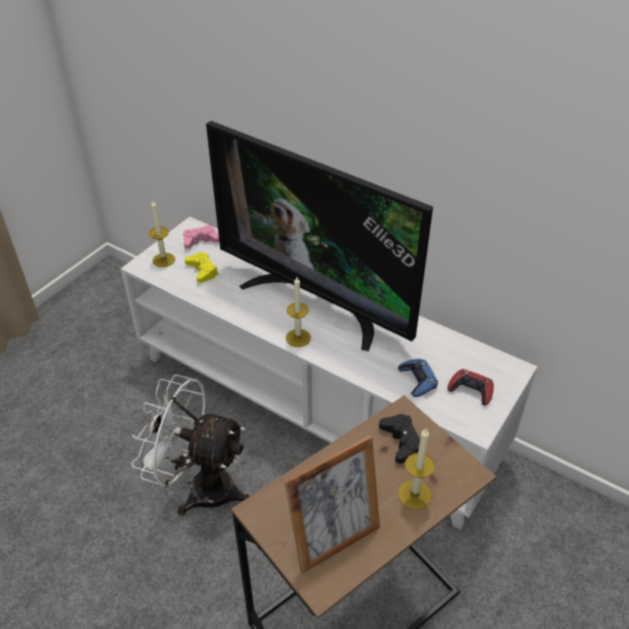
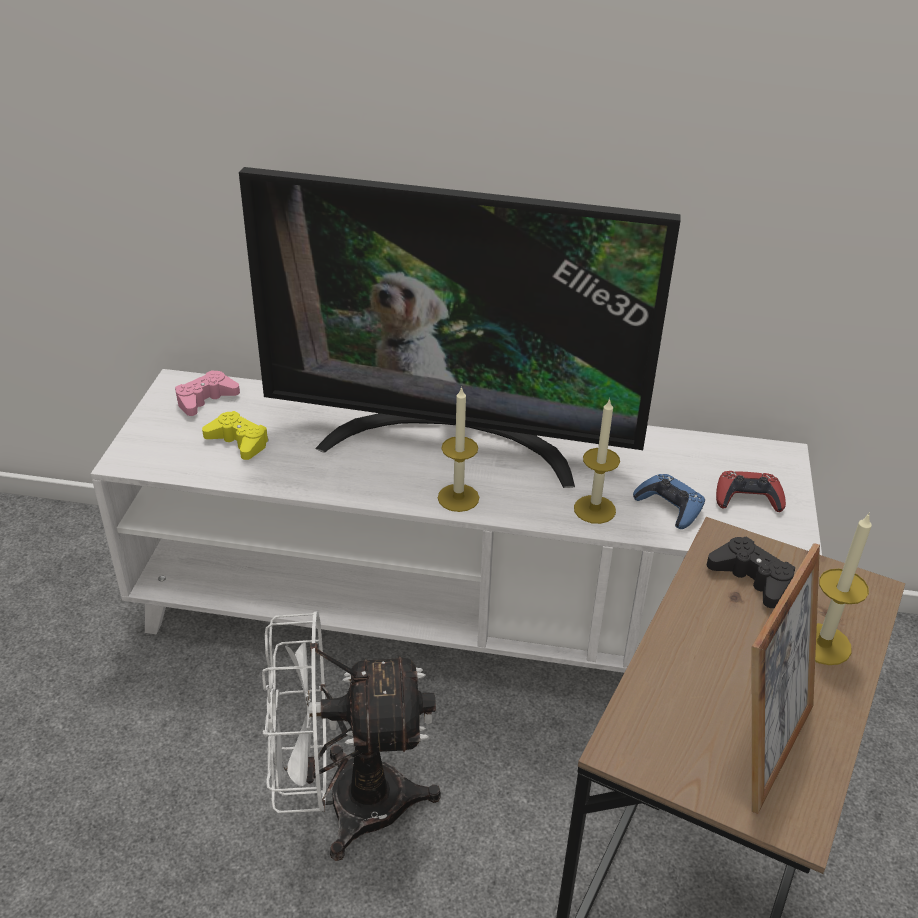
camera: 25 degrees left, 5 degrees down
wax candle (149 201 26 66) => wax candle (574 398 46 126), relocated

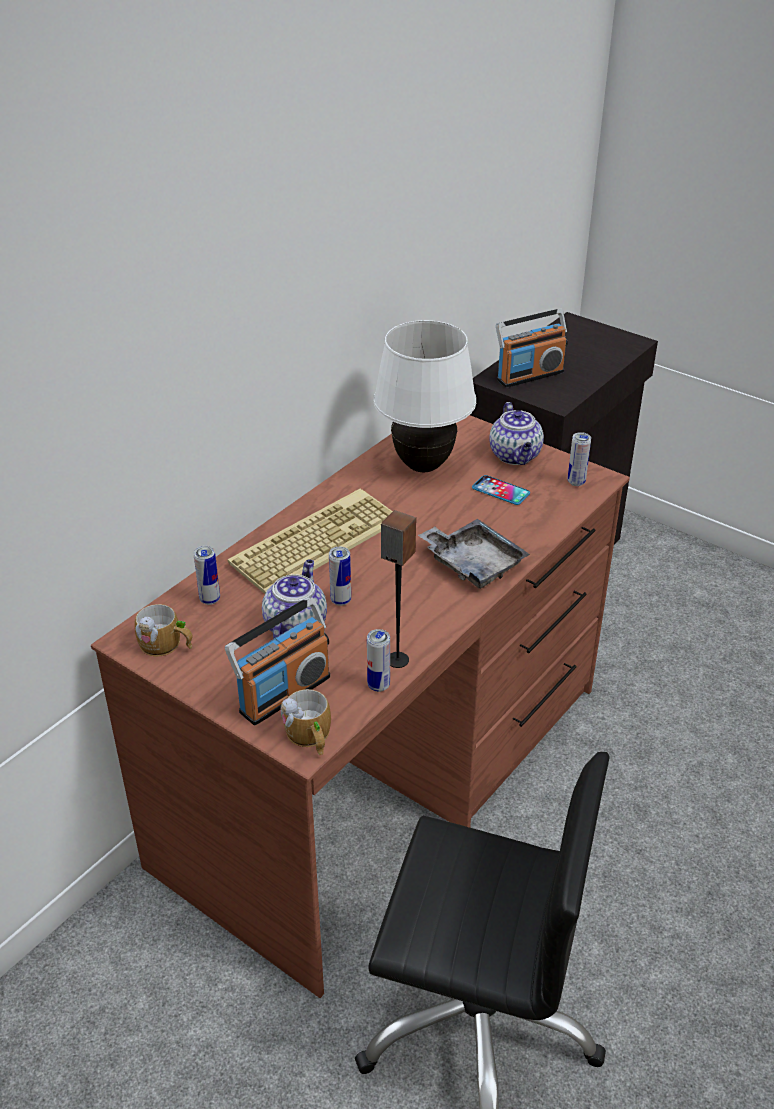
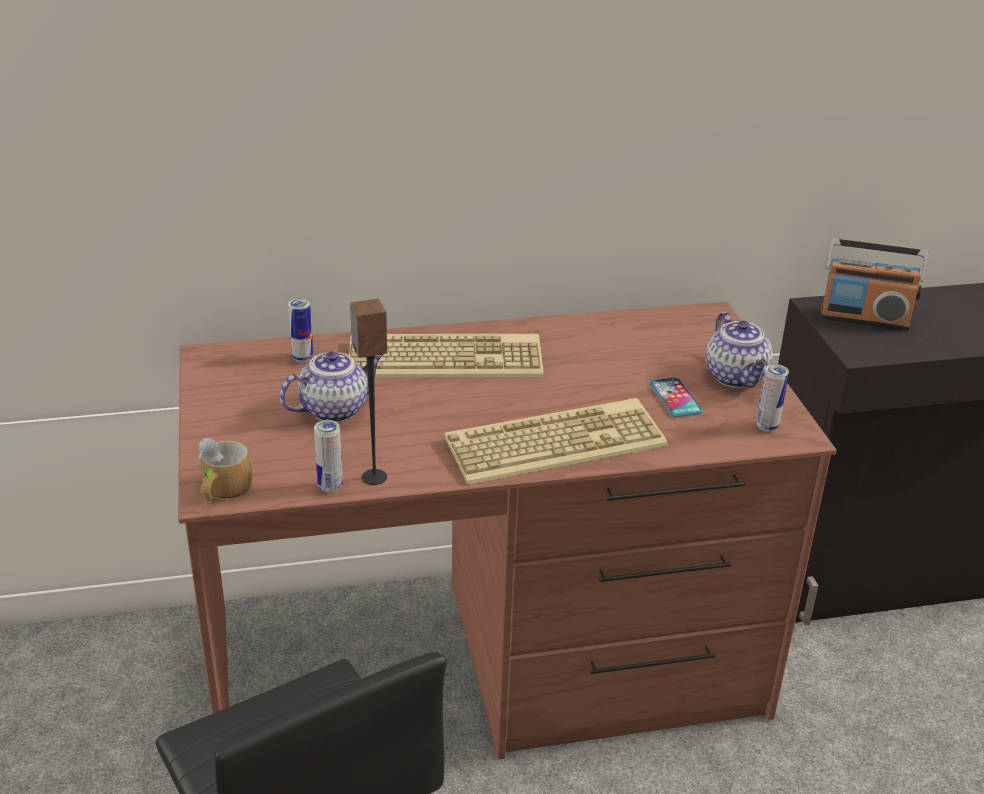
camera: 40 degrees right, 5 degrees down
carrying tray (grey) (418 519 112 70) => computer keyboard (444 398 224 87)
tea pot (489 402 55 63) => tea pot (706 312 67 76), 45 degrees counterclockwise
mug (135 604 58 53) => nothing
radio (225 597 105 128) => nothing
sealed can (329 547 22 59) => nothing
table lamp (white) (373 320 103 152) => nothing

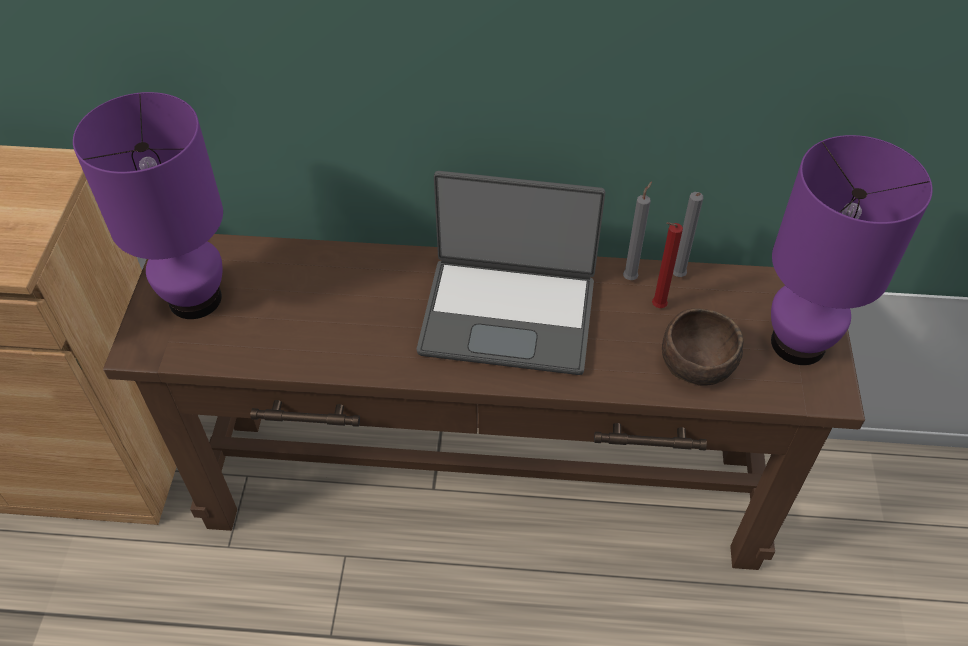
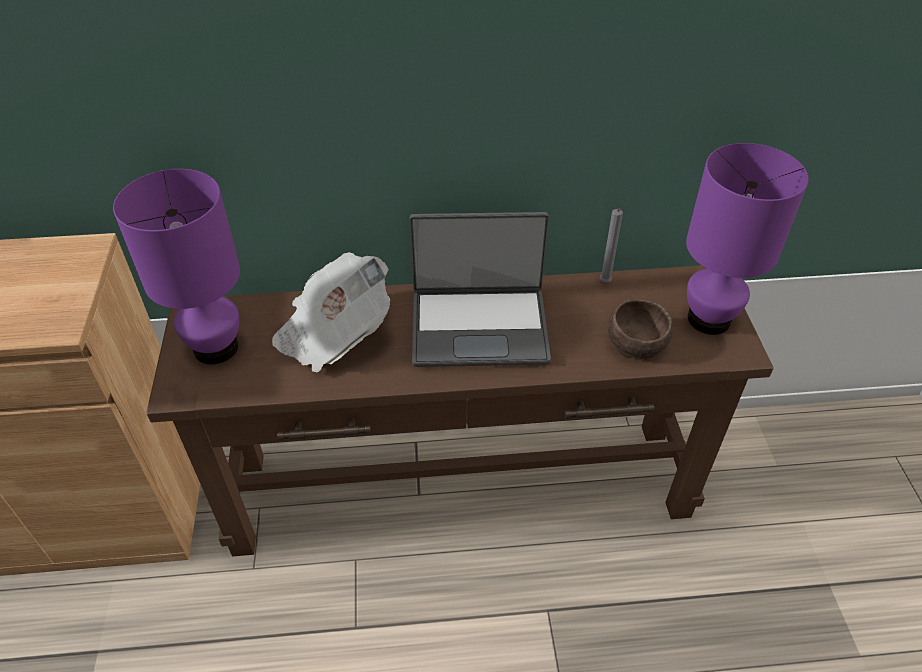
camera: 10 degrees left, 5 degrees down
nothing => printed paper (272 252 118 121)
wax candle (grey) (623 181 29 99) => nothing
wax candle (red) (652 222 31 86) => nothing

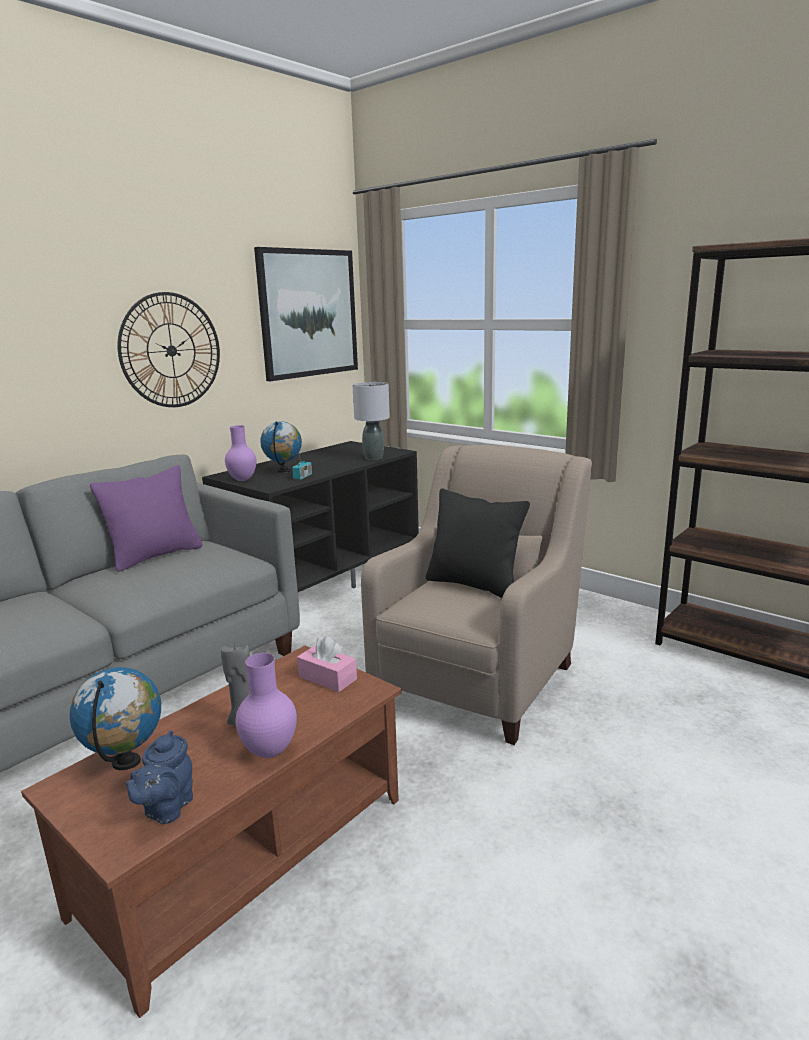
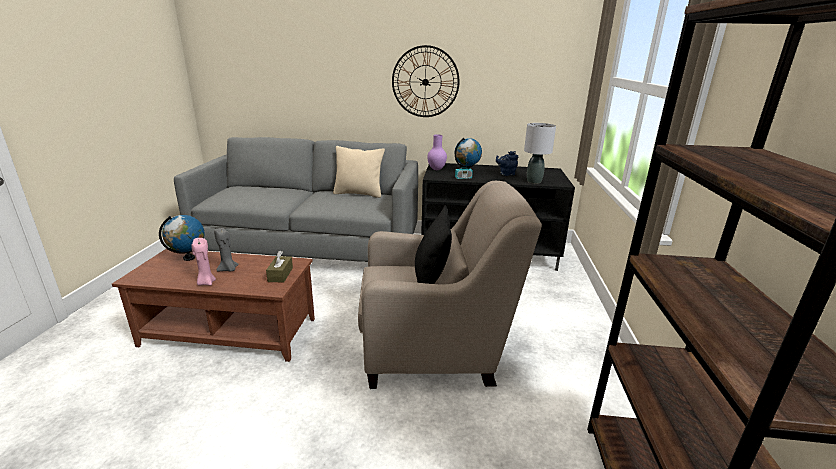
camera: 55 degrees right, 5 degrees up
decorative vase (purple-coloured) (236 653 61 105) => wax candle (pink-coloured) (191 238 25 48)
box of tissues (pink-coloured) (297 636 60 56) => box of tissues (brown-coloured) (266 251 27 31)
throw pillow (purple-coloured) (90 465 112 107) => throw pillow (beige) (333 146 52 52)
tea pot (bluish) (126 730 67 94) => tea pot (bluish) (496 151 22 25), relocated
wall art (254 247 104 134) => nothing

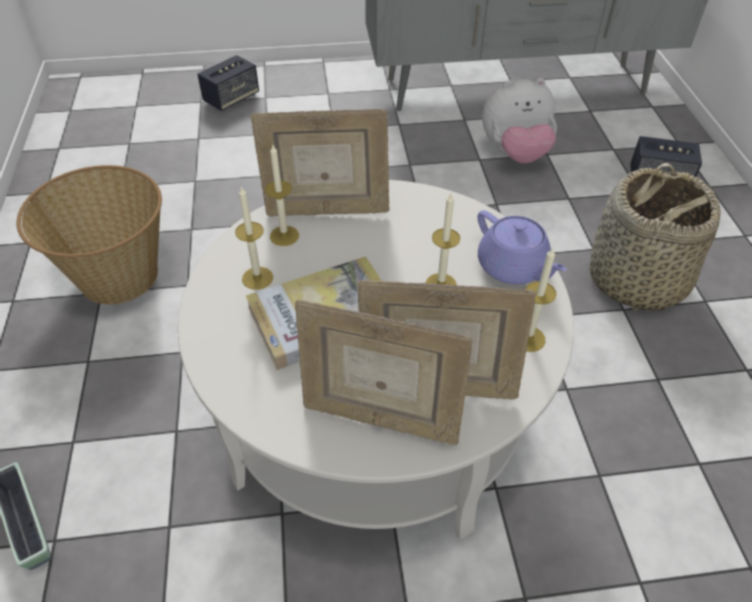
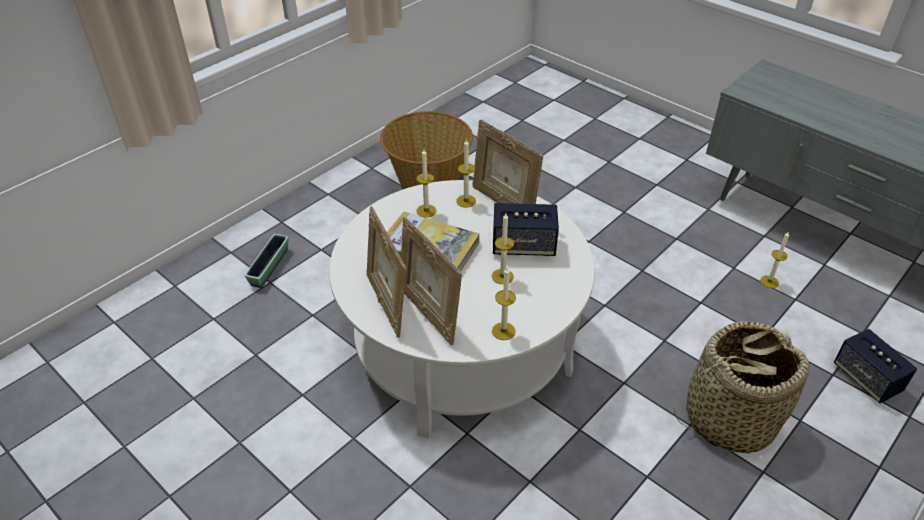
camera: 50 degrees right, 5 degrees down
speaker (197 55 62 56) => speaker (493 203 66 53), relocated
plush toy (482 78 75 85) => wax candle (760 231 29 57)
tea pot (purple-coloured) (478 210 89 74) => nothing

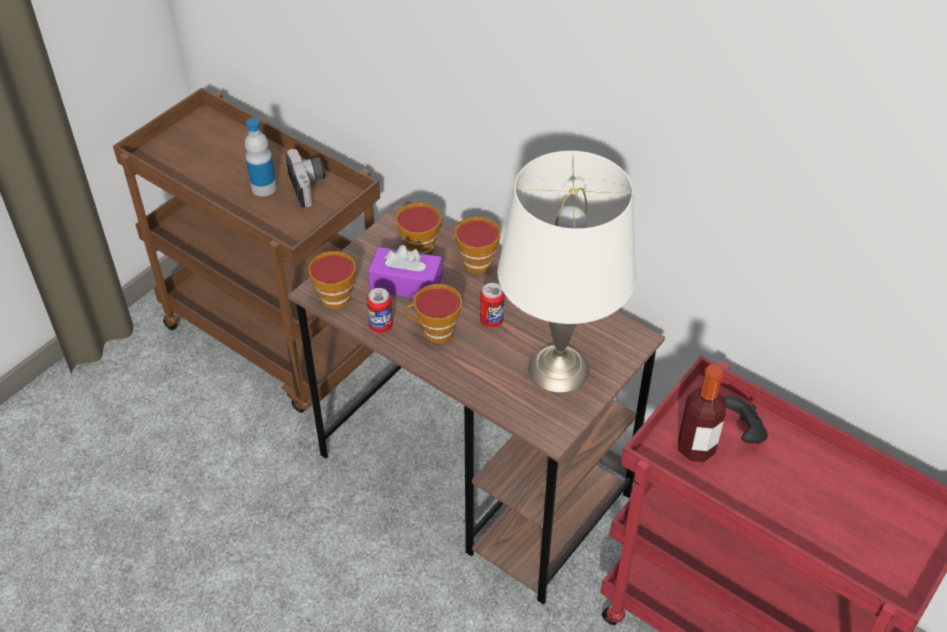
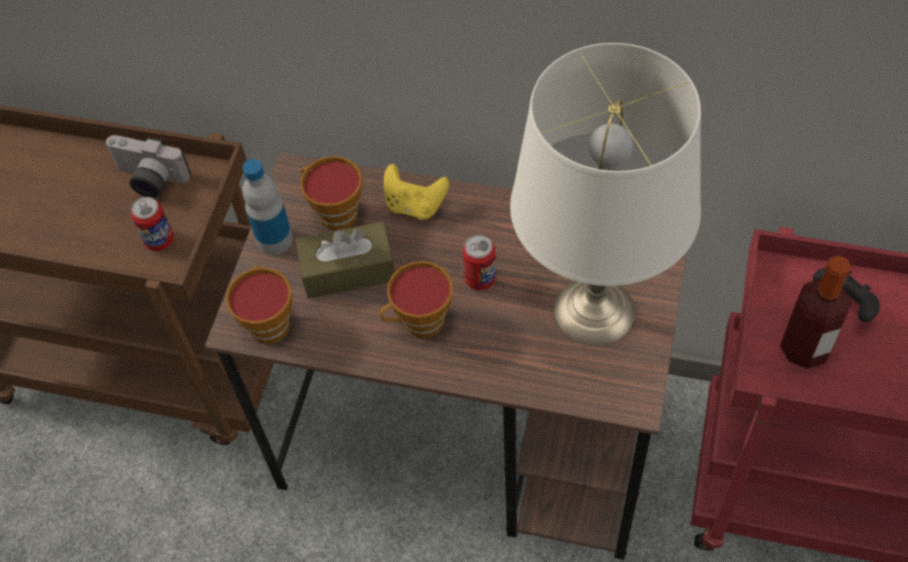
camera: 20 degrees left, 10 degrees up
photo camera (286 149 39 58) => photo camera (105 135 86 63), 150 degrees clockwise
sealed can (367 288 26 45) => sealed can (131 197 43 54), relocated
bottle (245 118 32 79) => bottle (242 159 51 96), relocated
box of tissues (purple-coloured) (368 245 75 53) => box of tissues (brown-coloured) (295 221 100 78)
drinking cup (455 217 46 56) => gamepad (yellow) (384 164 65 56)

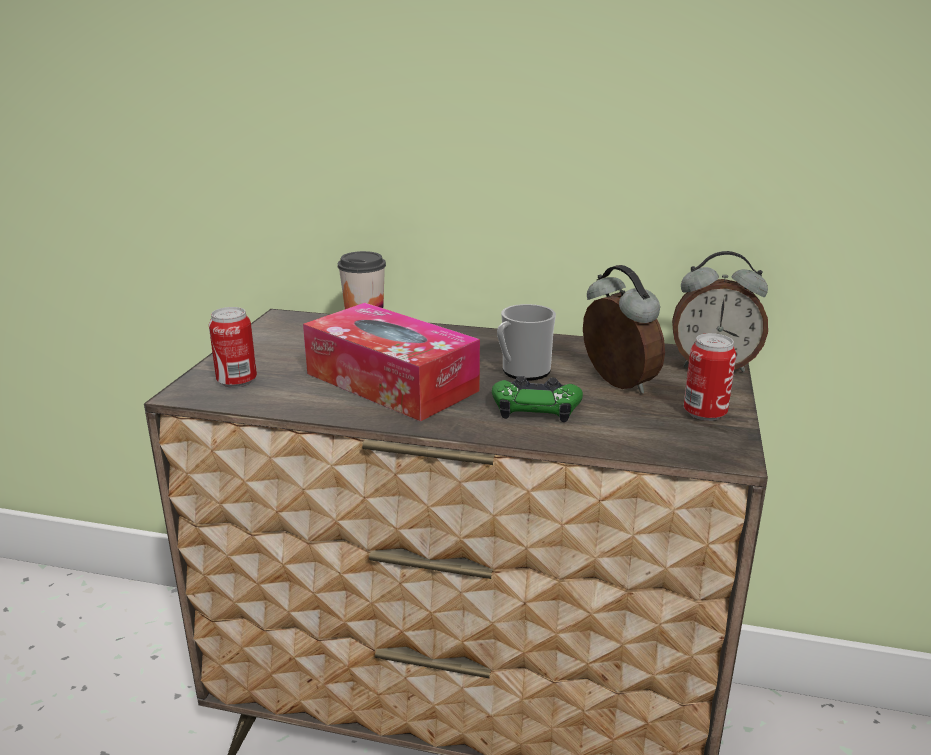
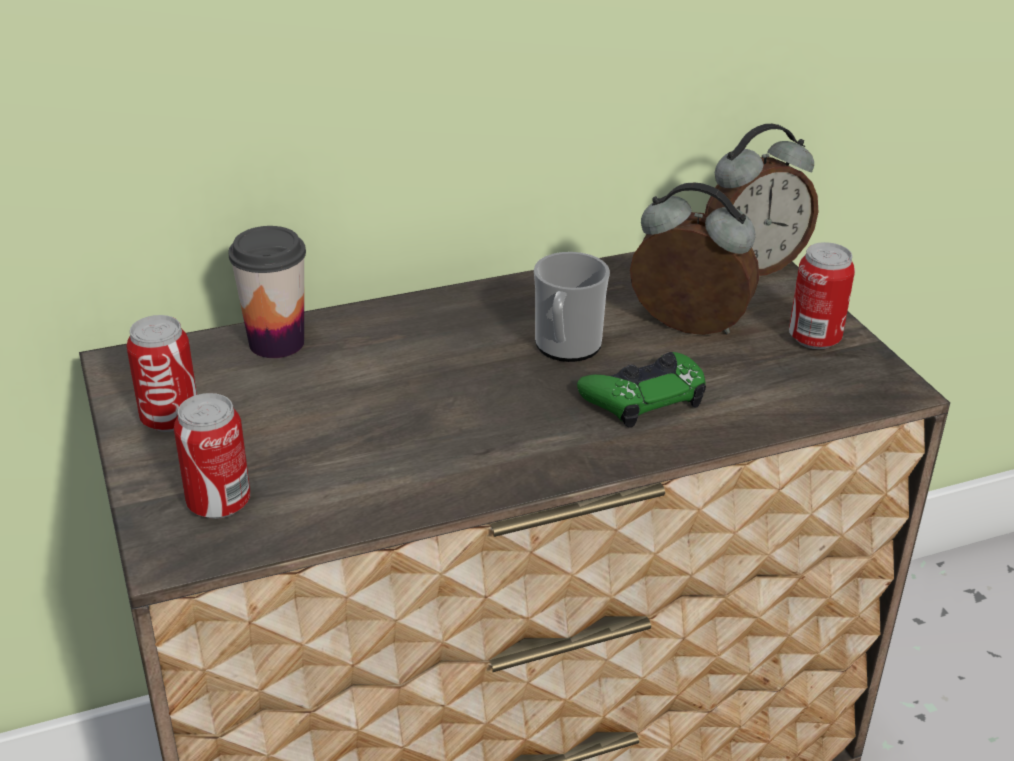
camera: 35 degrees left, 10 degrees up
nothing => sealed can (126 315 71 117)
box of tissues (303 303 177 118) => nothing

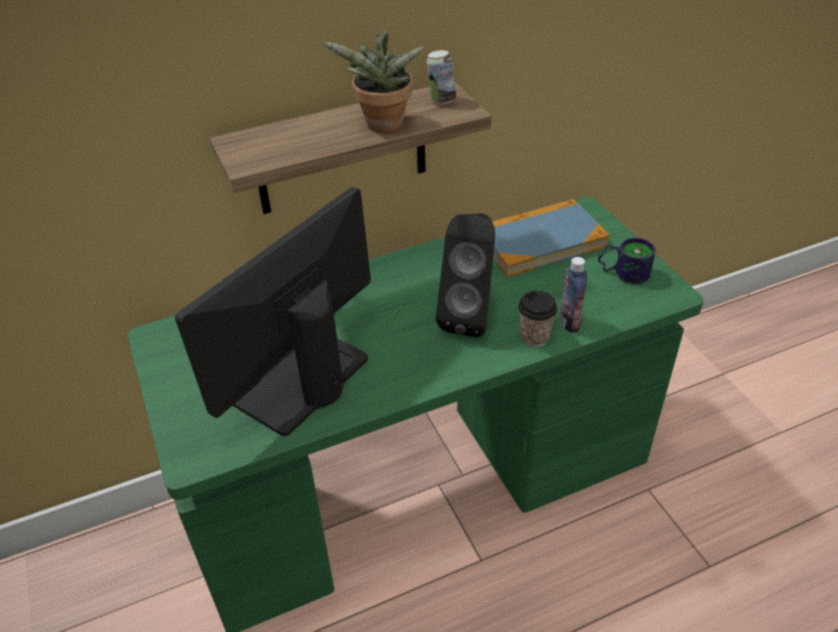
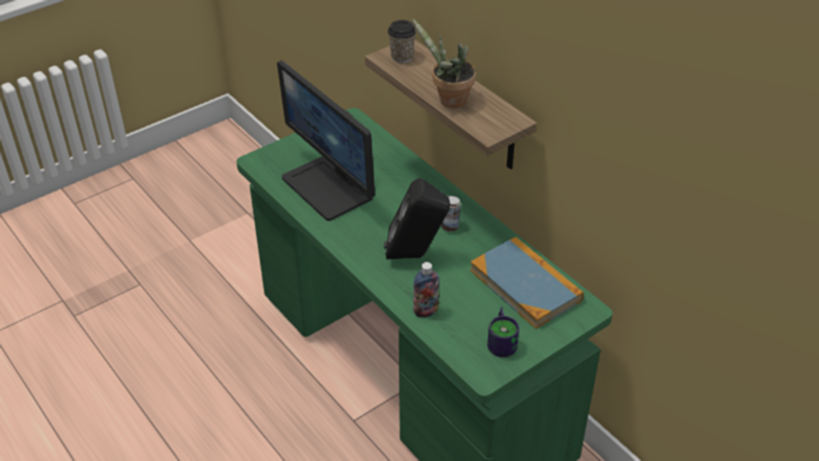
camera: 75 degrees right, 0 degrees up
monitor (175 187 196 249) => monitor (277 60 98 161), 150 degrees counterclockwise
drinking cup (518 291 40 56) => drinking cup (388 20 28 43), relocated
sealed can (426 50 30 54) => sealed can (441 196 20 36), relocated

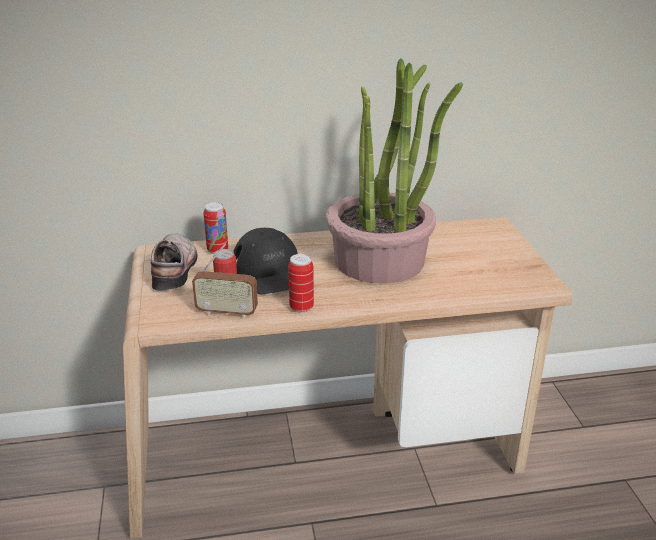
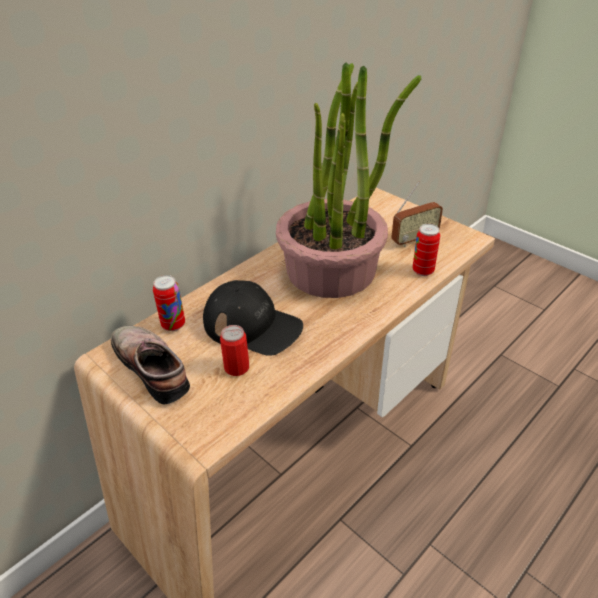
camera: 35 degrees left, 10 degrees up
radio (192 243 66 76) => radio (391 181 52 66), relocated
sealed can (288 254 26 59) => sealed can (412 224 28 52), relocated

